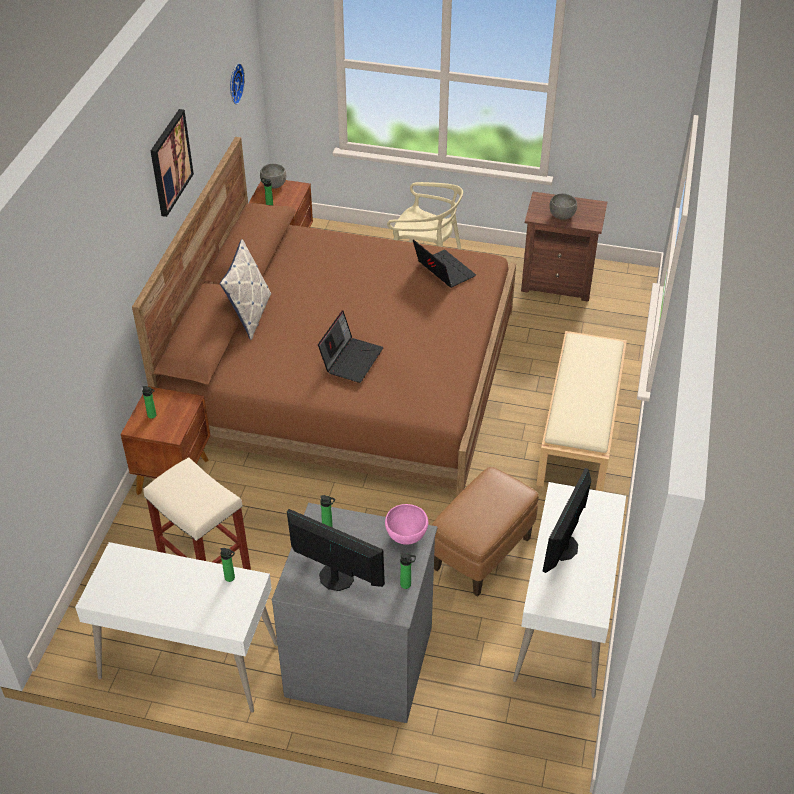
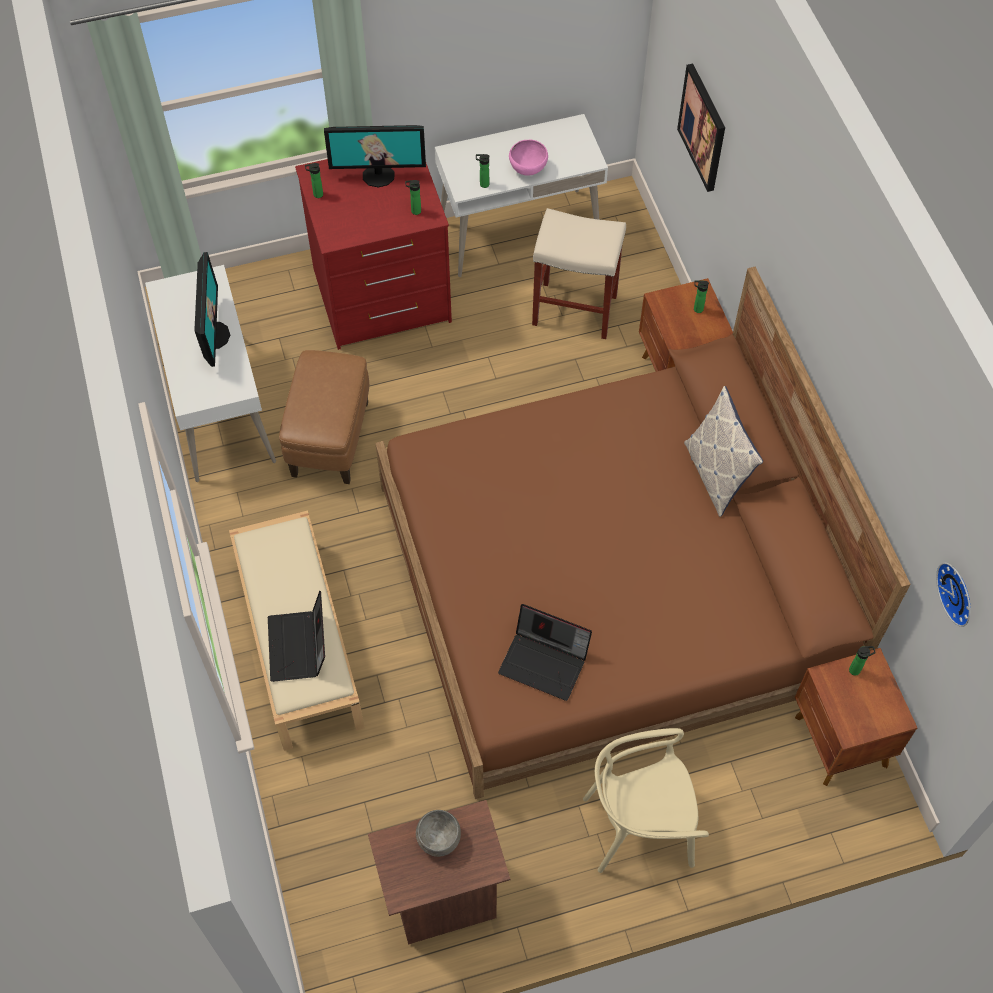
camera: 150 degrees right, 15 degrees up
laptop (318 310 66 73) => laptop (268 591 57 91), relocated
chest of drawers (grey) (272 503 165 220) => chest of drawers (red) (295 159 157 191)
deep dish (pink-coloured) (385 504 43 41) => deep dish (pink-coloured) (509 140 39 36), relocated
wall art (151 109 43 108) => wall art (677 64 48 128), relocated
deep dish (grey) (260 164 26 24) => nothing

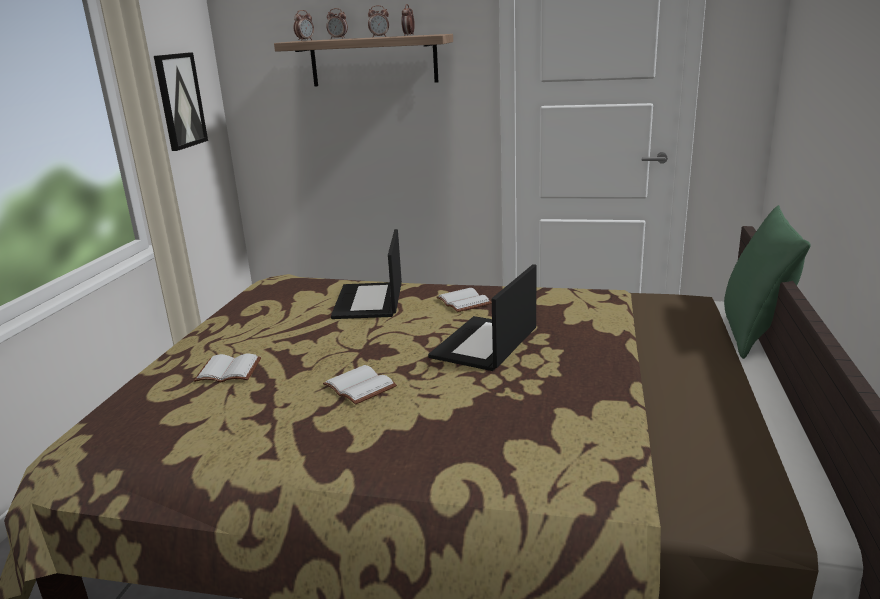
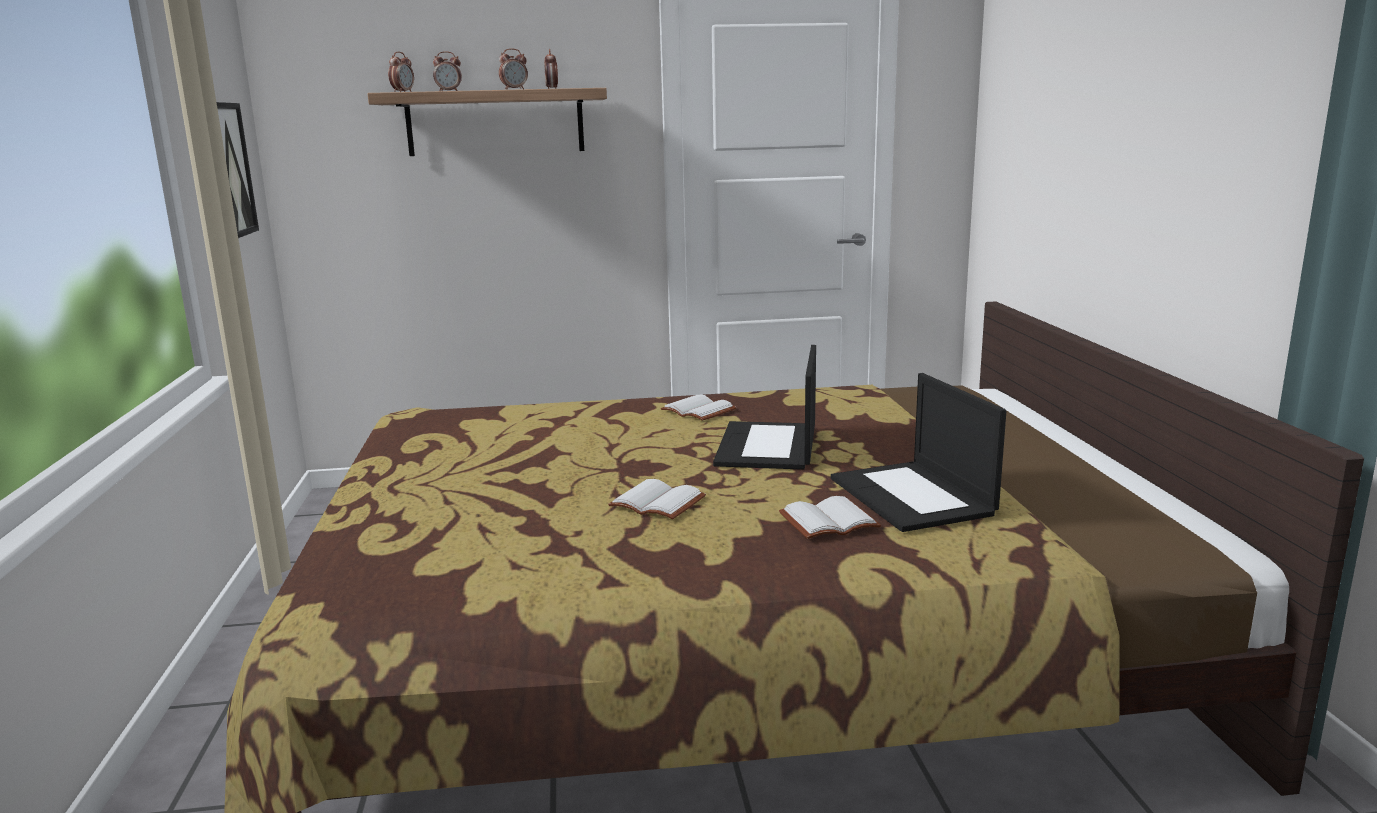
camera: 20 degrees left, 5 degrees down
bound book (white) (193 354 68 28) => bound book (white) (779 496 102 43), relocated
laptop (331 229 71 90) => laptop (831 373 175 159), relocated
throw pillow (green) (724 205 87 154) => nothing

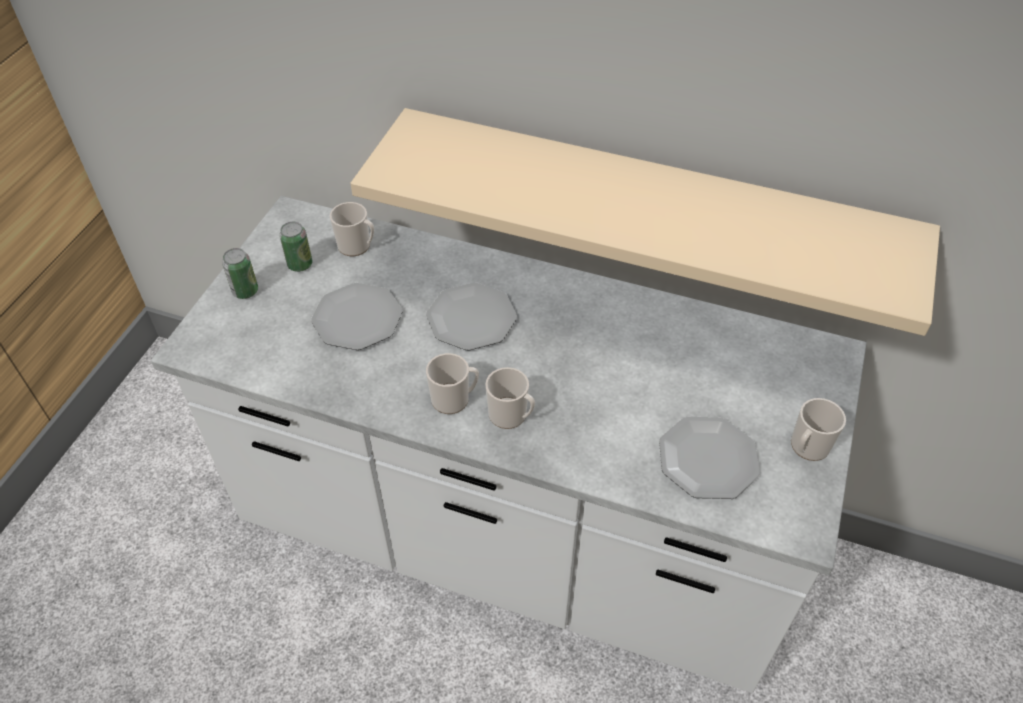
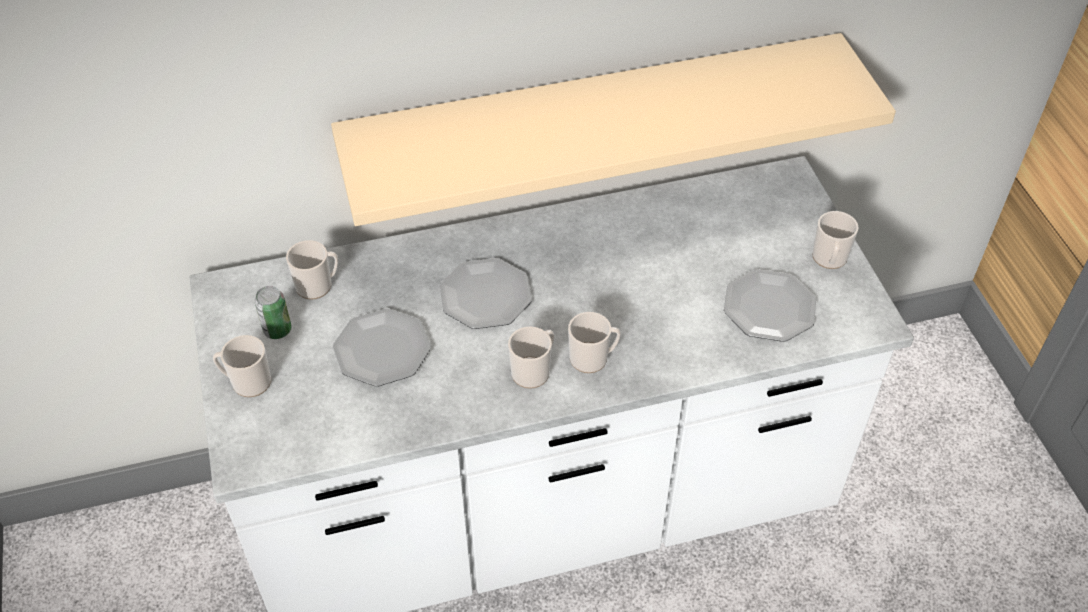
camera: 35 degrees left, 0 degrees up
sealed can (222 248 36 51) => mug (213 335 58 62)

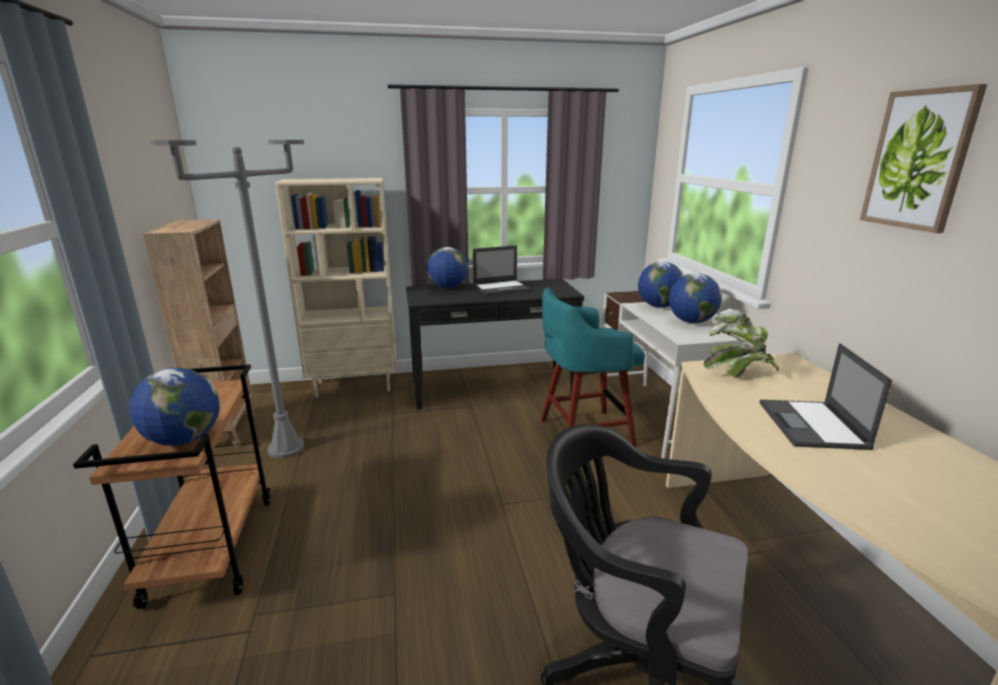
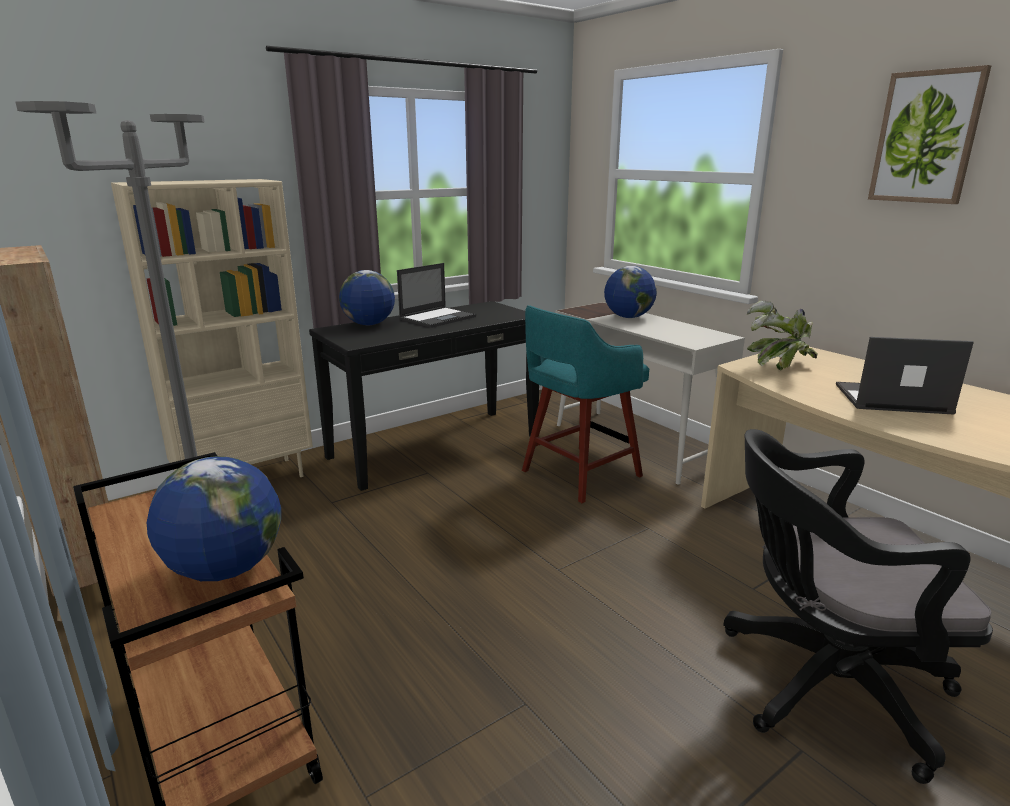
camera: 25 degrees left, 0 degrees up
laptop (760 343 132 107) => laptop (836 337 138 78), 120 degrees clockwise
desk globe (669 273 52 50) => nothing

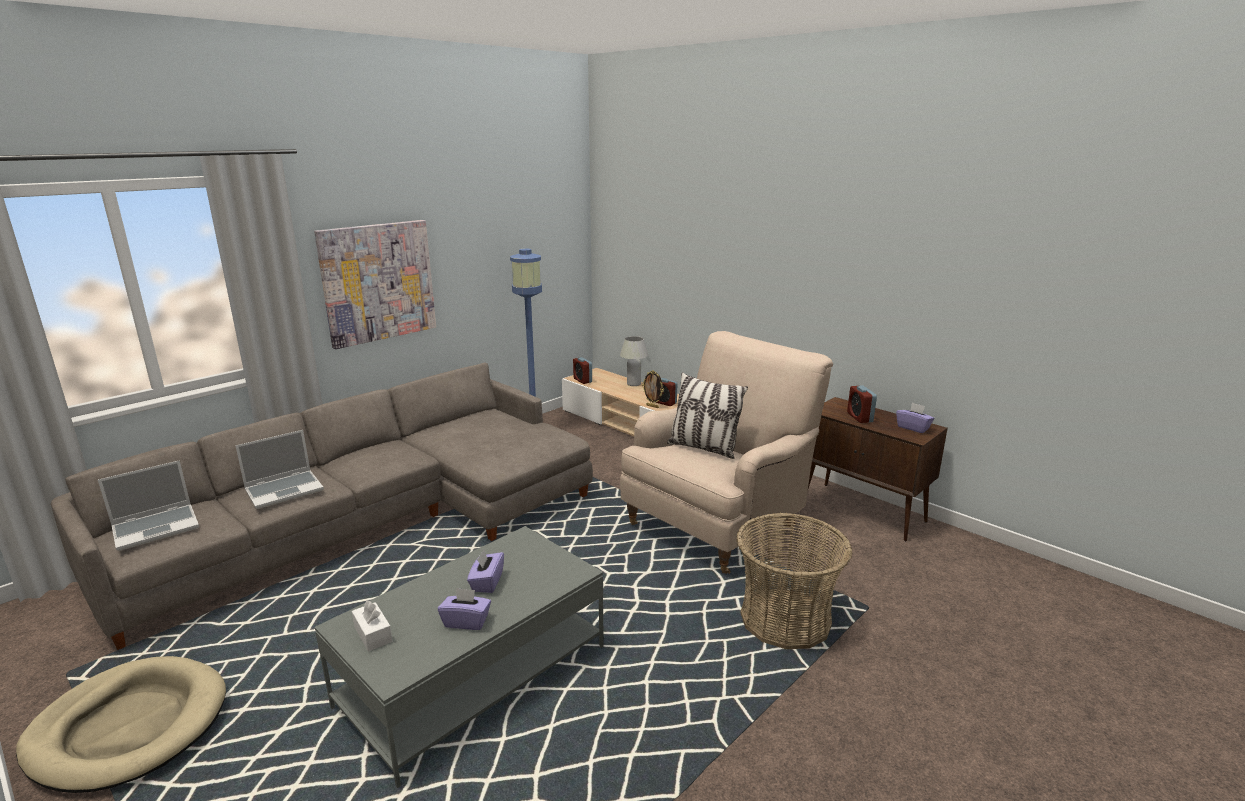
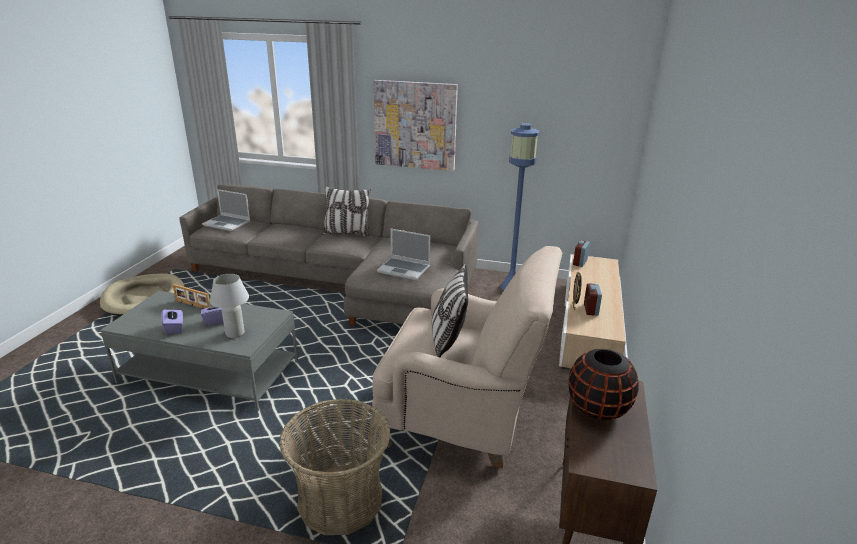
camera: 60 degrees right, 5 degrees up
nothing => picture frame (173 284 37 25)
table lamp (white) (620 336 28 50) => table lamp (white) (210 274 39 64), relocated
nothing => throw pillow (322 186 49 51)
laptop (235 430 89 79) => laptop (377 228 53 52), relocated
bedside clock (847 385 30 38) => decorative vase (black-coloured) (568 349 71 71)
box of tissues (white) (352 600 40 51) => nothing
box of tissues (purple-coloured) (896 403 38 30) => nothing

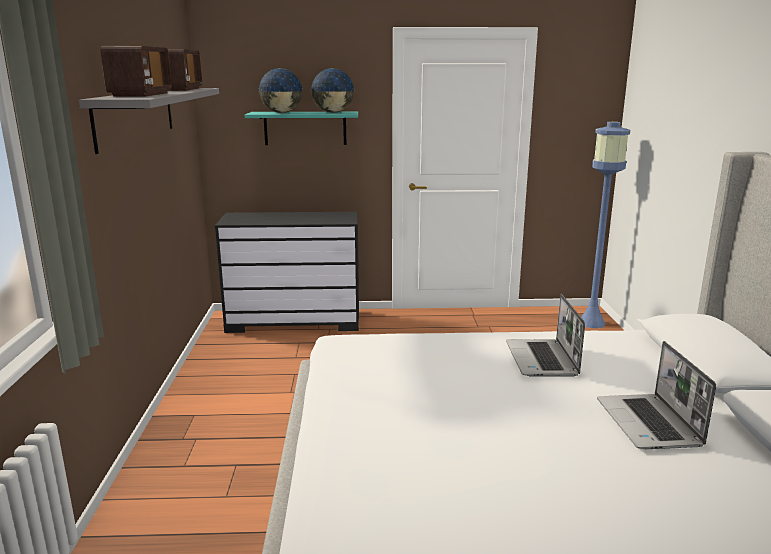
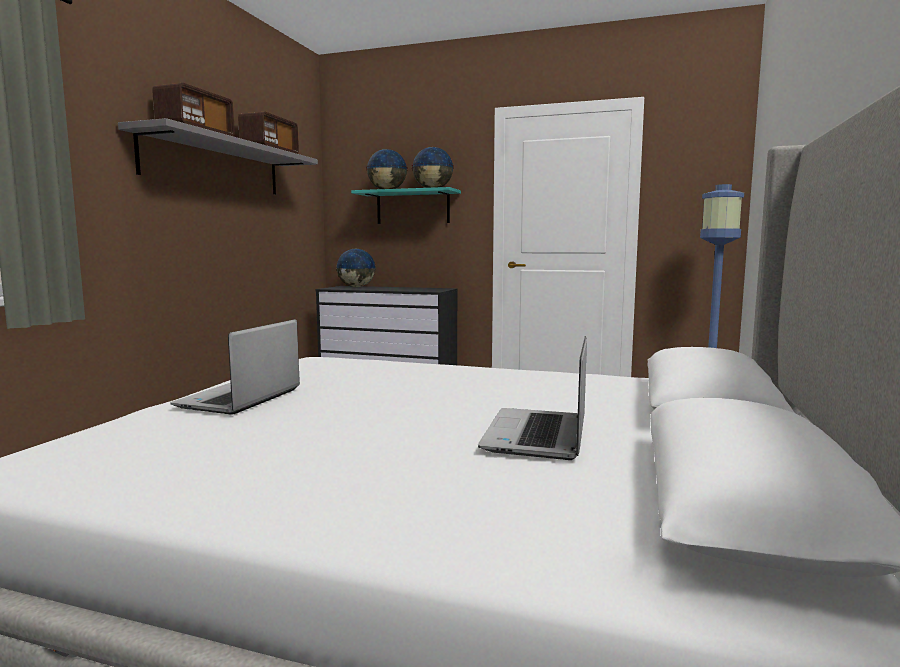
camera: 20 degrees right, 10 degrees down
laptop (506 294 79 82) => laptop (170 319 130 95), relocated
nothing => desk globe (337 249 38 38)

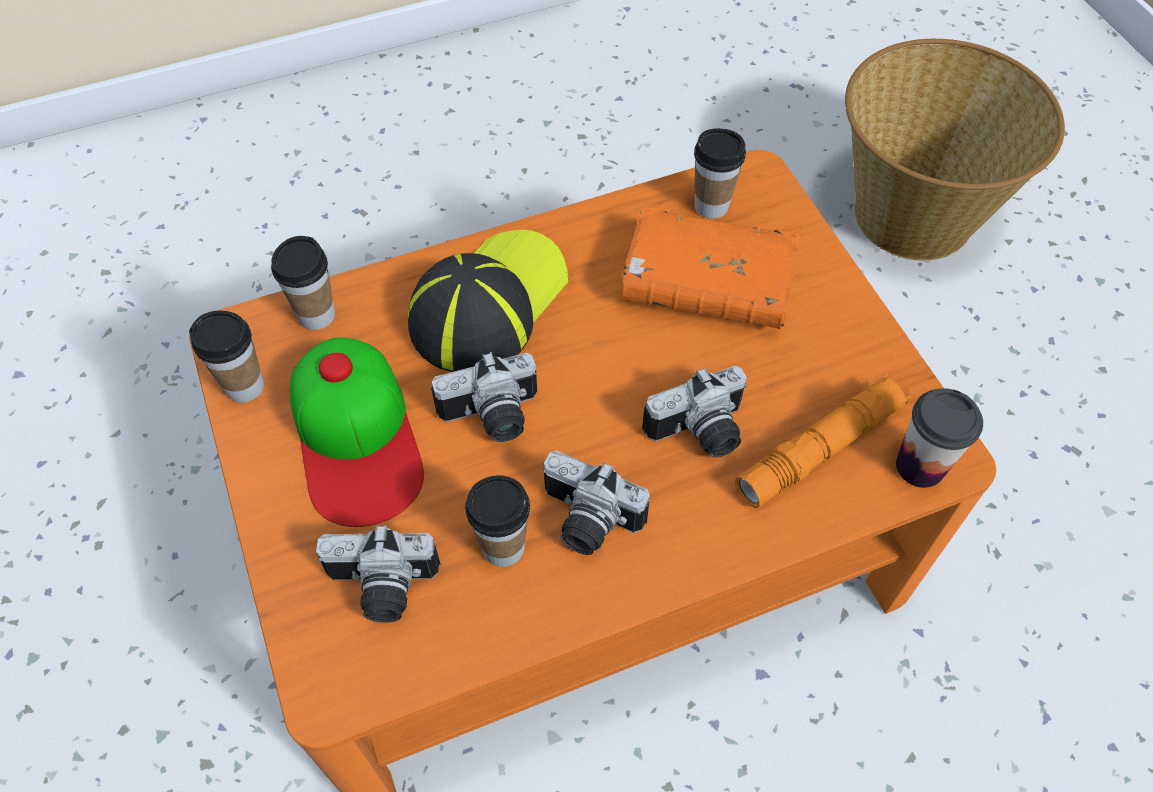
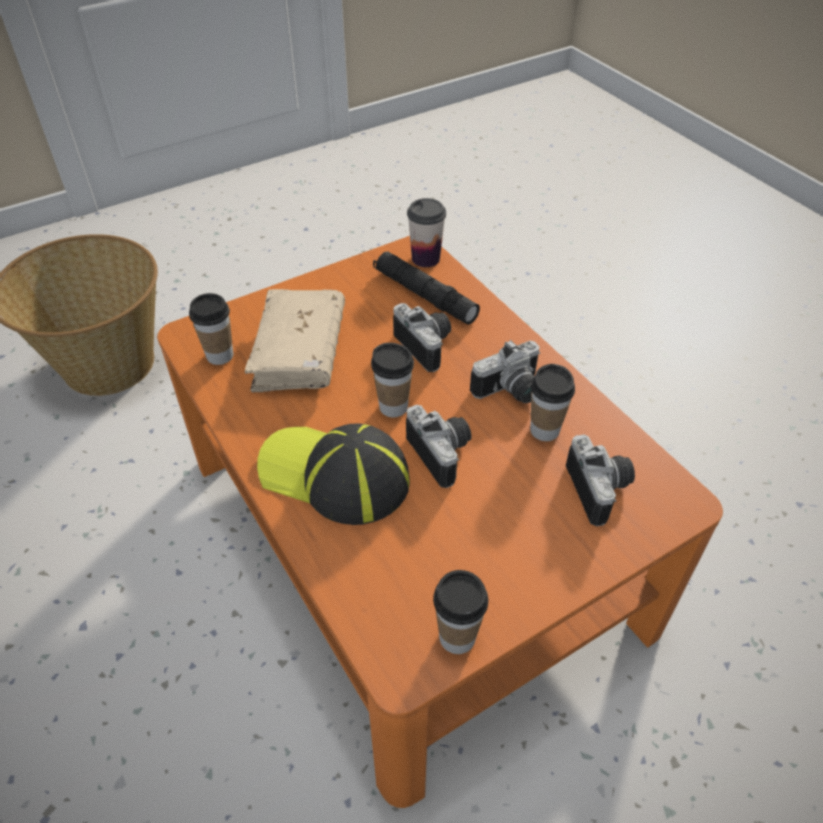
camera: 100 degrees left, 10 degrees down
bound book (orange-coloured) (621 207 180 122) => bound book (beige) (245 289 100 103)
drinking cup (271 236 64 94) => drinking cup (371 343 43 74), relocated
torch (orange-coloured) (735 374 176 134) => torch (black-coloured) (373 251 107 74)
photo camera (543 450 107 105) => photo camera (470 340 70 63), 45 degrees clockwise
baseball cap (290 337 134 190) => nothing

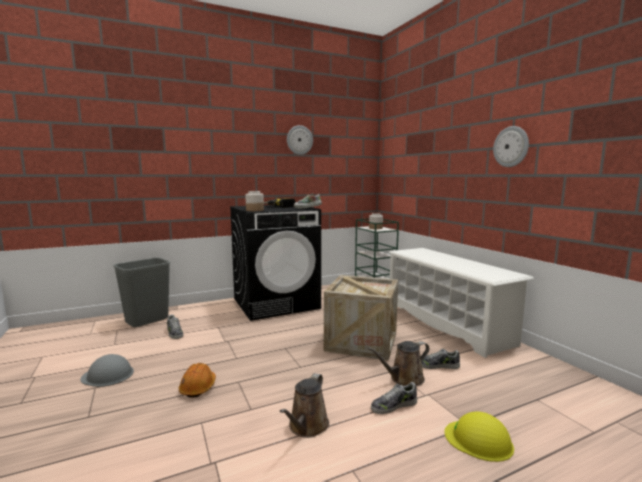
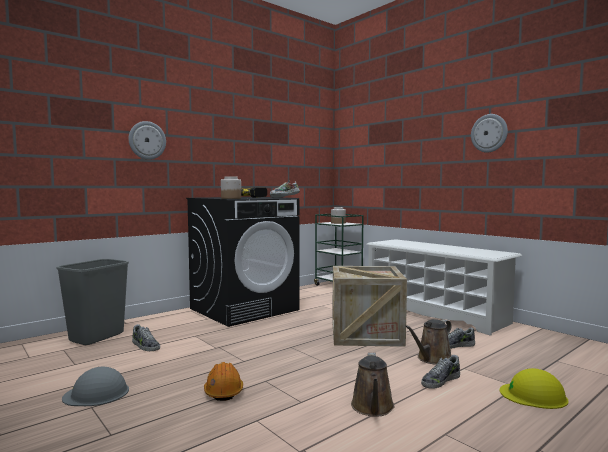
camera: 15 degrees left, 5 degrees down
wall clock (287 125 26 30) => wall clock (129 121 37 39), relocated

